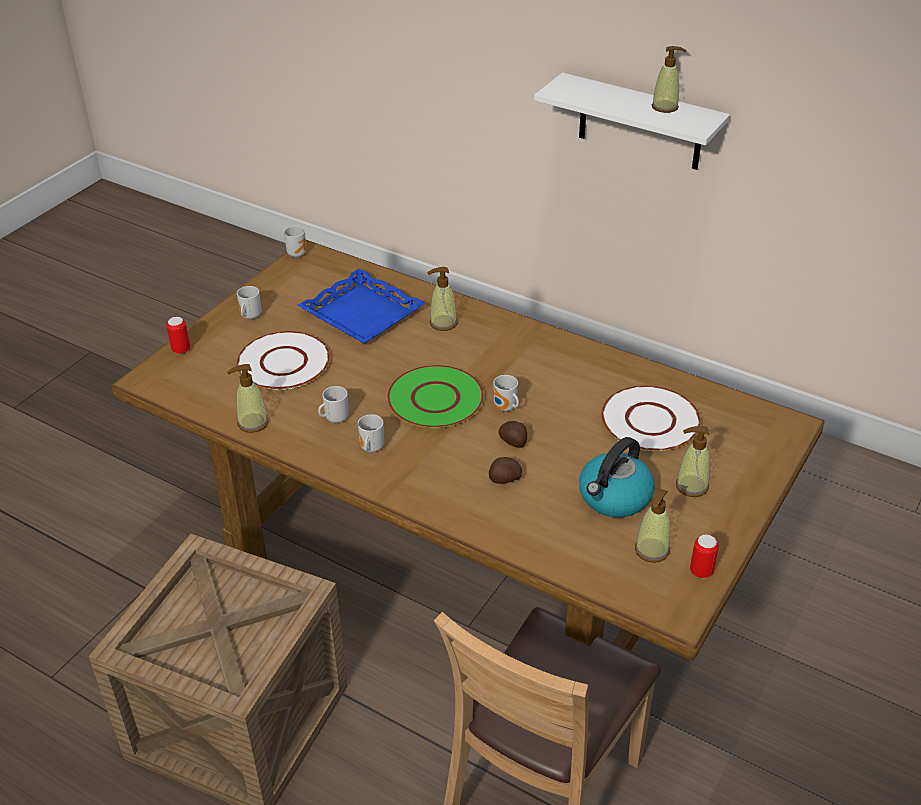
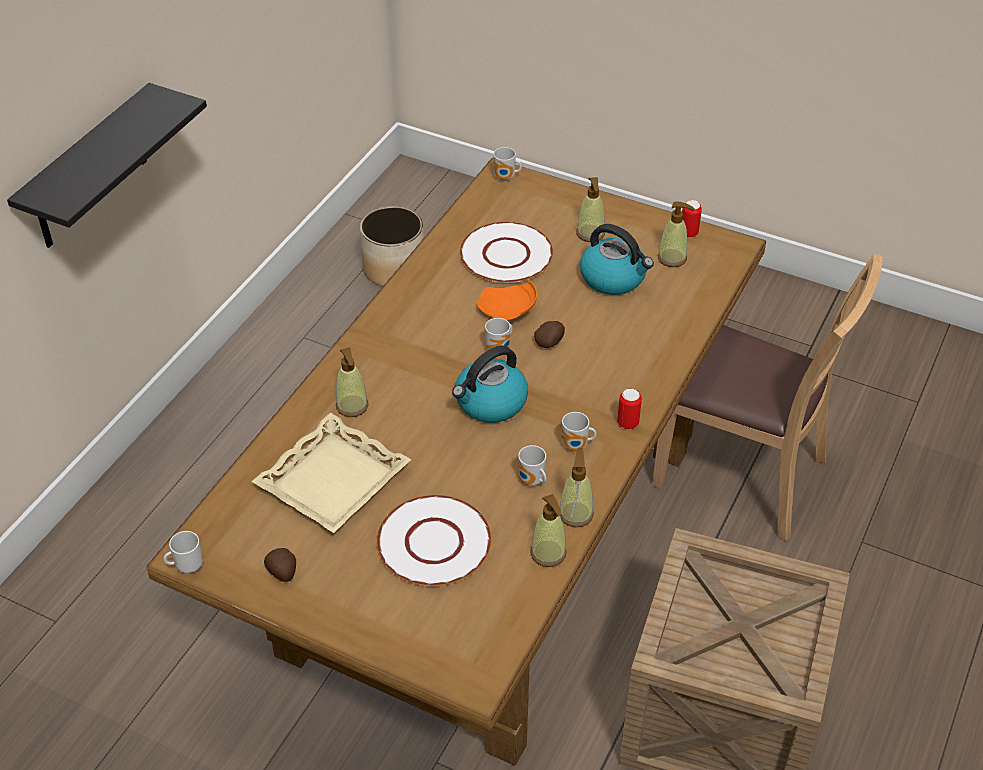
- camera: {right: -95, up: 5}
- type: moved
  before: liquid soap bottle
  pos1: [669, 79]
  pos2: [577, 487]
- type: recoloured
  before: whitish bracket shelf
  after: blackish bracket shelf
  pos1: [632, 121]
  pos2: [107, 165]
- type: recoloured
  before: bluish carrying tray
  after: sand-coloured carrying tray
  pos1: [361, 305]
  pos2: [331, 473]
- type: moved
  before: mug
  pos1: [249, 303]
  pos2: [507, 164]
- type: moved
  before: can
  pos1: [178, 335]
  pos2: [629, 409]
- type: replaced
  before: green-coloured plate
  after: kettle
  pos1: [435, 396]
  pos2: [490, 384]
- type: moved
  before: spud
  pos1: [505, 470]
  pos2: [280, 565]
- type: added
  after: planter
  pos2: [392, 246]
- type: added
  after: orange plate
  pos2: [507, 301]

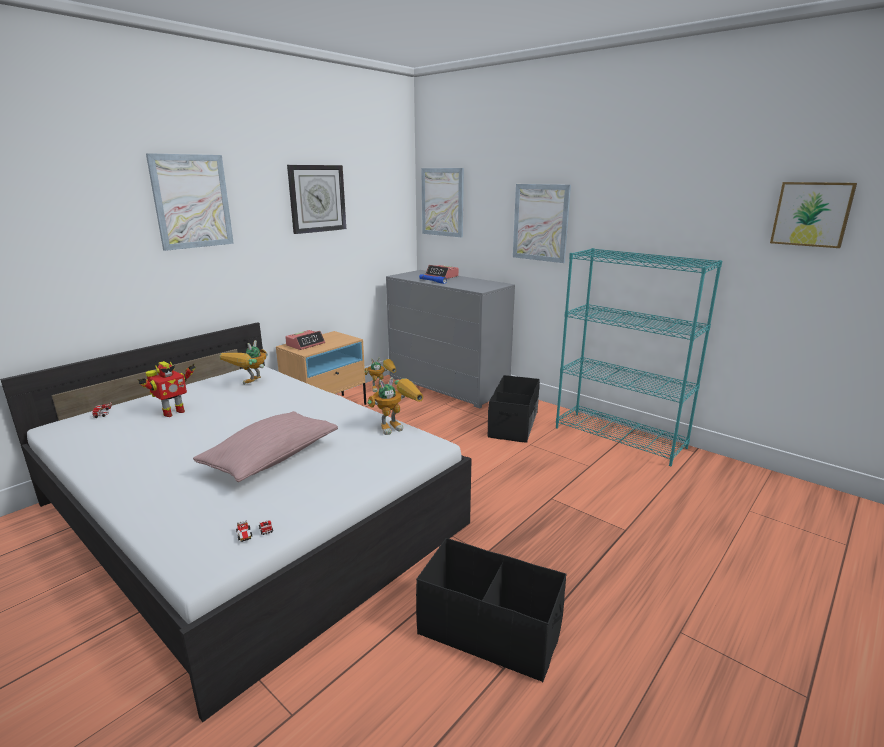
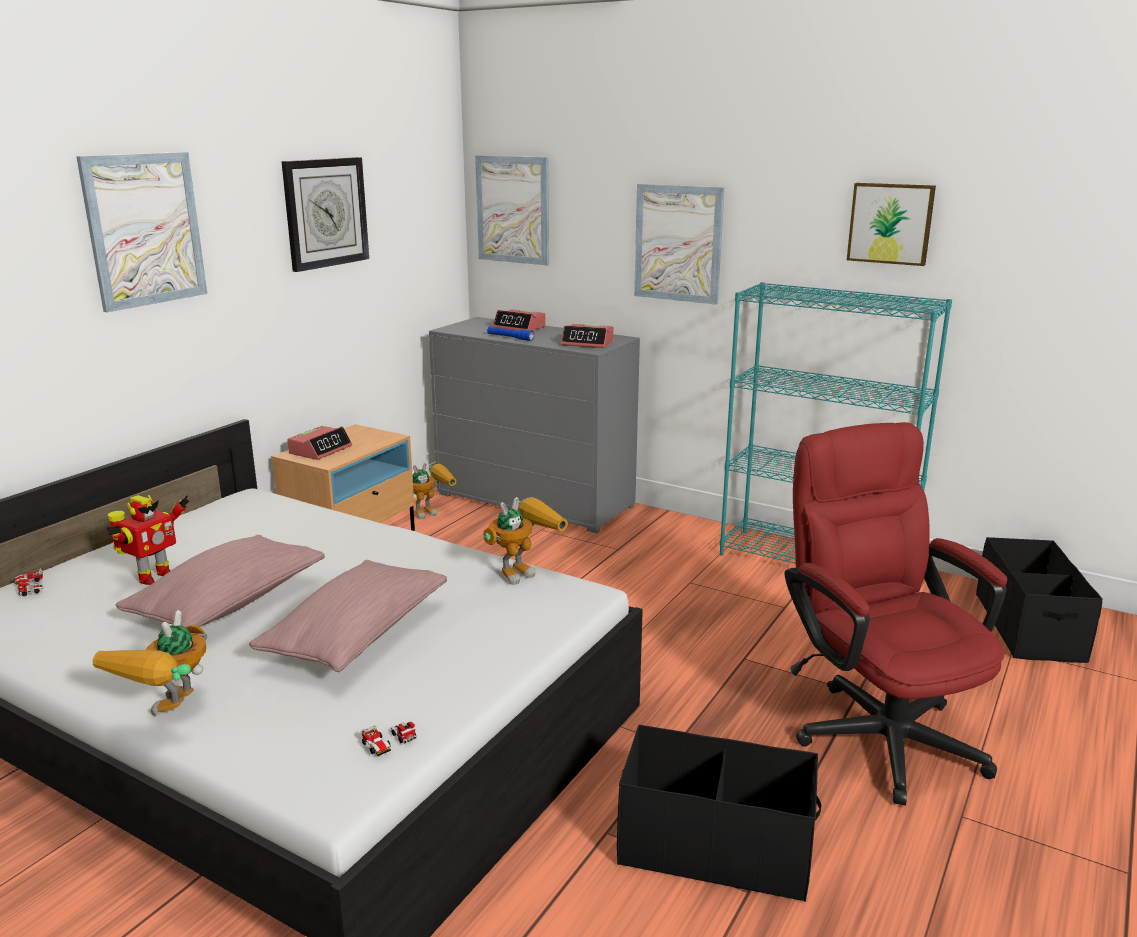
- camera: {right: -10, up: 0}
- type: moved
  before: wall picture
  pos1: [813, 215]
  pos2: [891, 224]
- type: moved
  before: robot figure
  pos1: [244, 362]
  pos2: [150, 663]
- type: moved
  before: blackish storage box
  pos1: [514, 409]
  pos2: [1039, 600]
- type: added
  after: table clock
  pos2: [587, 336]
- type: added
  after: red computer chair
  pos2: [895, 614]
- type: added
  after: pink-coloured throw pillow
  pos2: [220, 581]

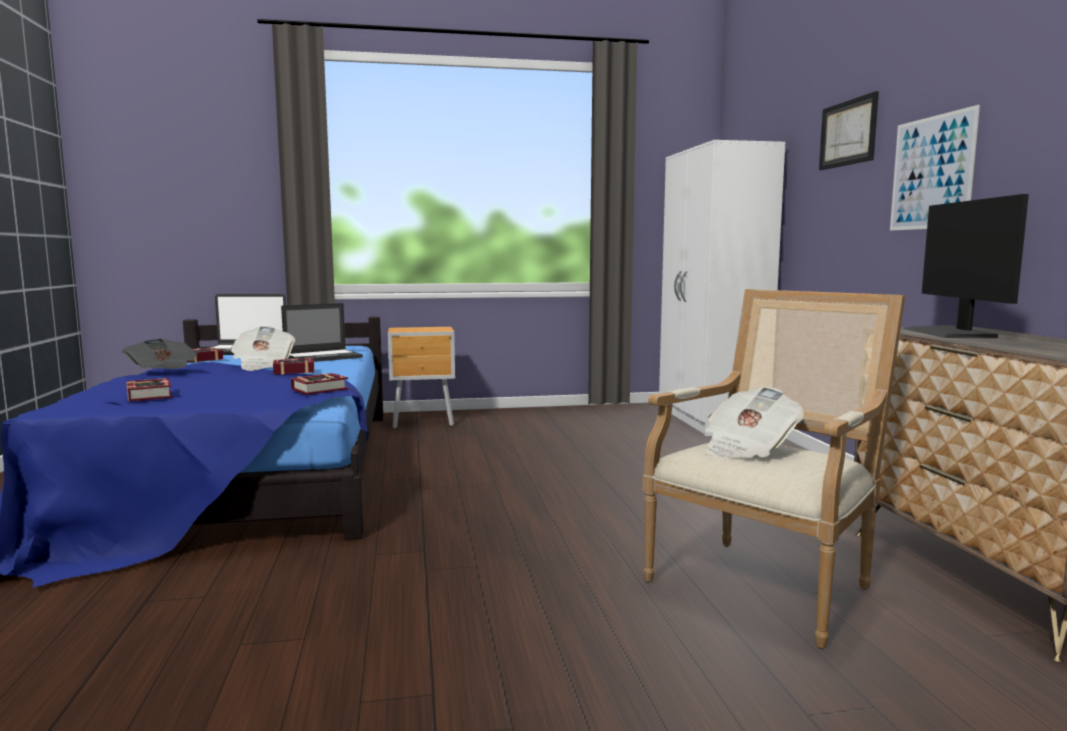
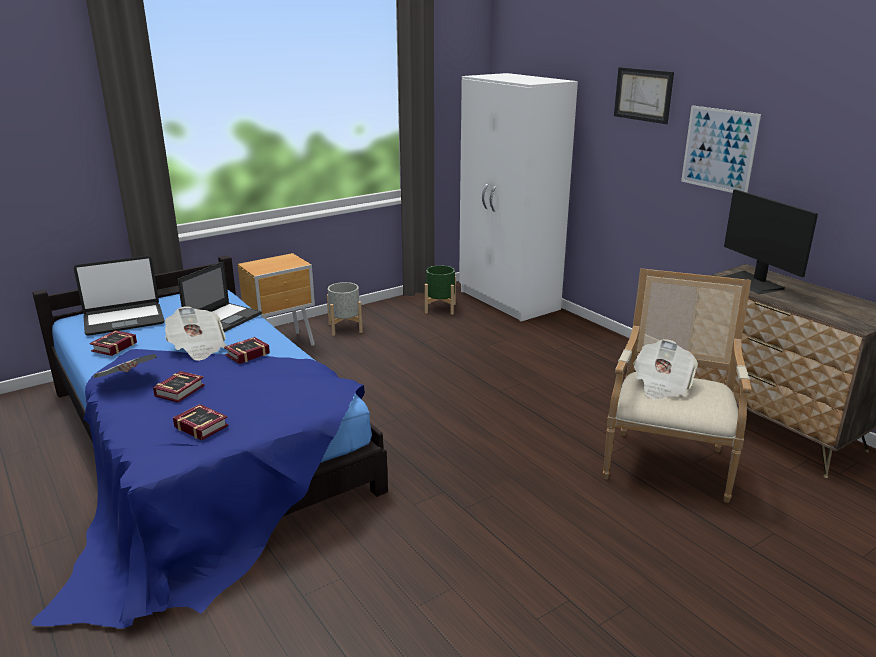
- camera: {right: -25, up: 15}
- type: moved
  before: volume
  pos1: [320, 384]
  pos2: [179, 387]
- type: added
  after: green-coloured planter
  pos2: [440, 290]
- type: added
  after: greyish planter
  pos2: [345, 309]

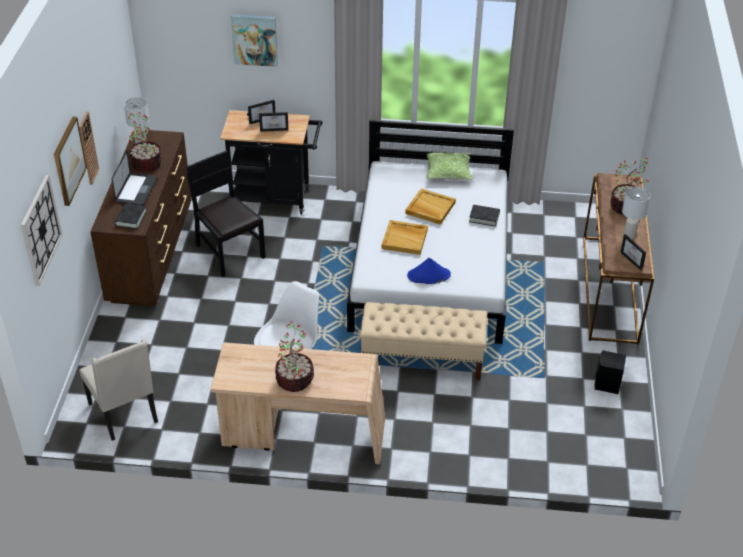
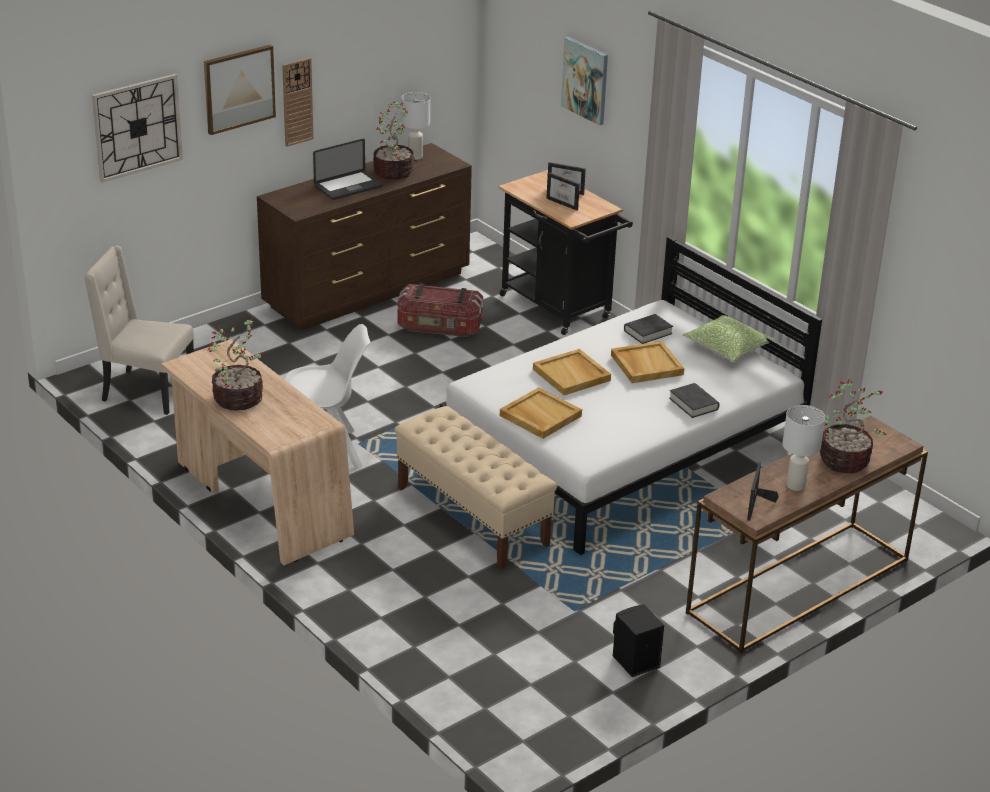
- camera: {right: 45, up: -10}
- type: replaced
  before: blackish chair
  after: storage box
  pos1: [226, 214]
  pos2: [440, 310]
- type: moved
  before: blackish volume
  pos1: [131, 216]
  pos2: [648, 329]
- type: replaced
  before: bluish wearable hat
  after: sand-coloured carrying tray
  pos1: [429, 271]
  pos2: [541, 413]
- type: turned
  before: sand-coloured chair
  pos1: [118, 390]
  pos2: [139, 330]
  turn: 90

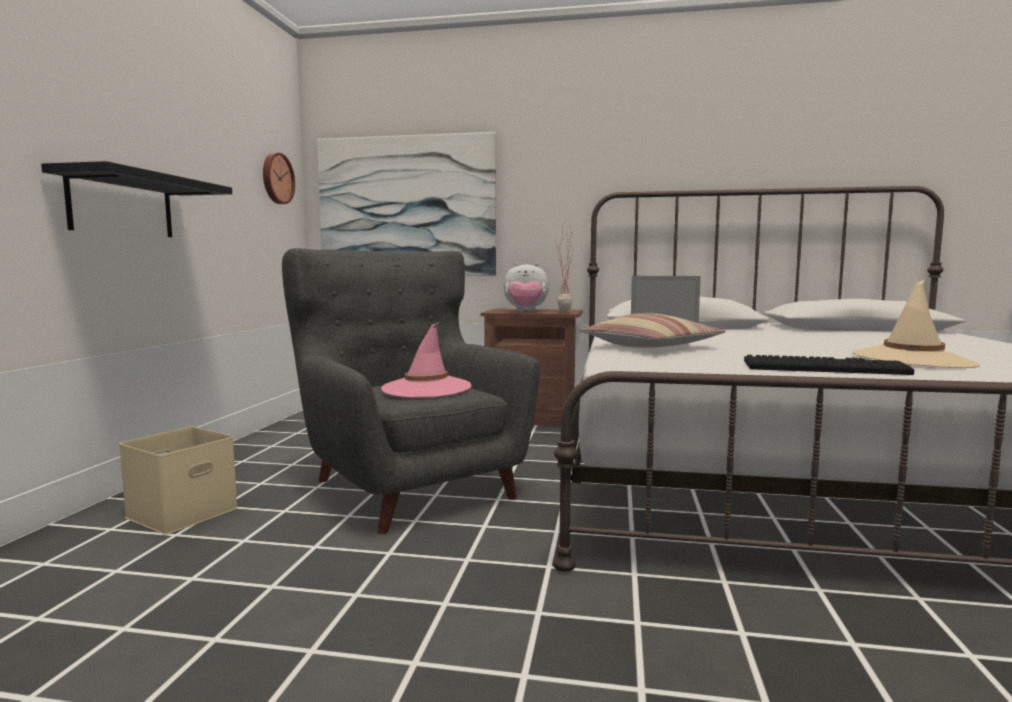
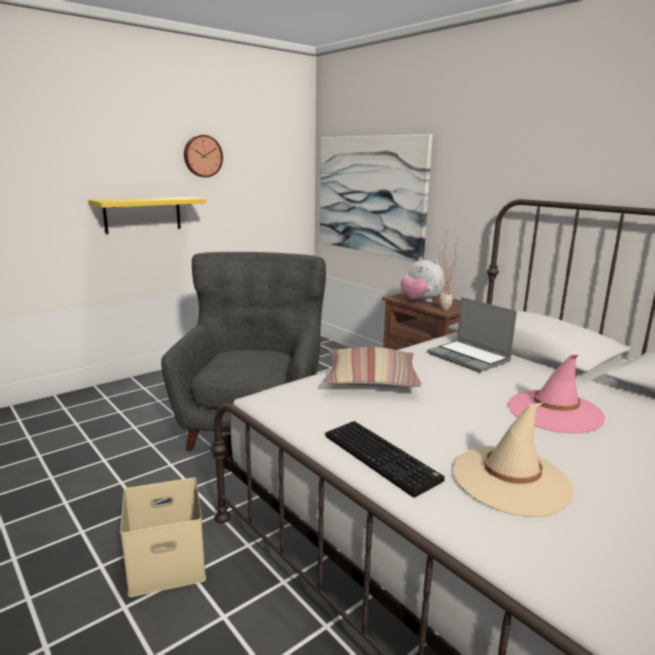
- camera: {right: 40, up: 10}
- type: moved
  before: hanging clock
  pos1: [279, 178]
  pos2: [203, 156]
- type: recoloured
  before: blackish bracket shelf
  after: yellow bracket shelf
  pos1: [136, 199]
  pos2: [147, 215]
- type: moved
  before: pink-coloured wearable hat
  pos1: [426, 360]
  pos2: [556, 394]
- type: moved
  before: sand-coloured storage box
  pos1: [178, 481]
  pos2: [163, 537]

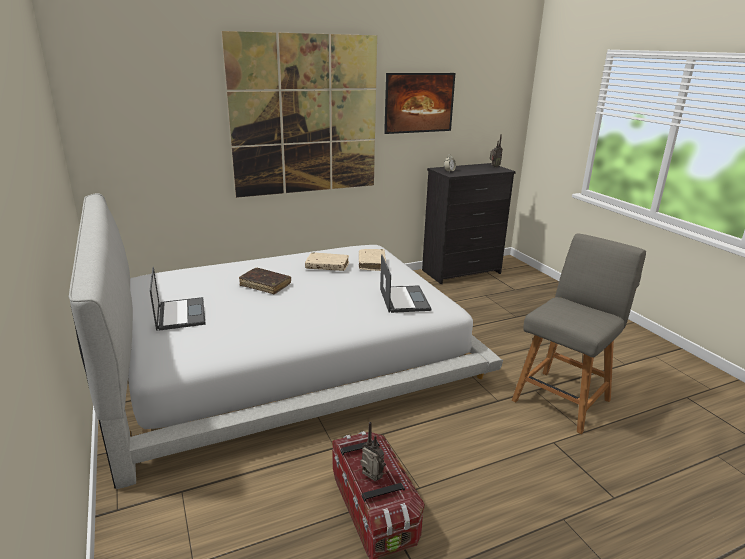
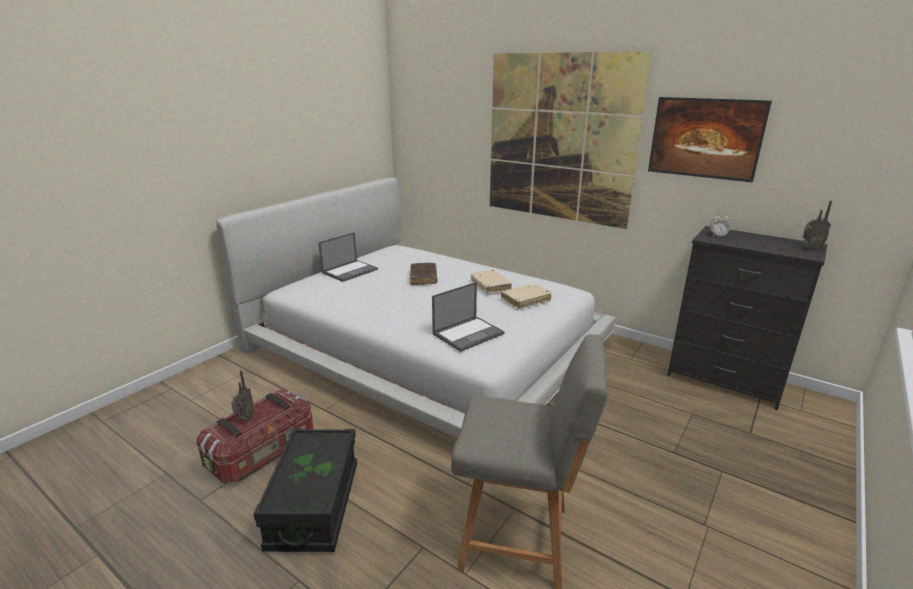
- camera: {right: 60, up: 0}
- type: added
  after: blackish storage box
  pos2: [305, 490]

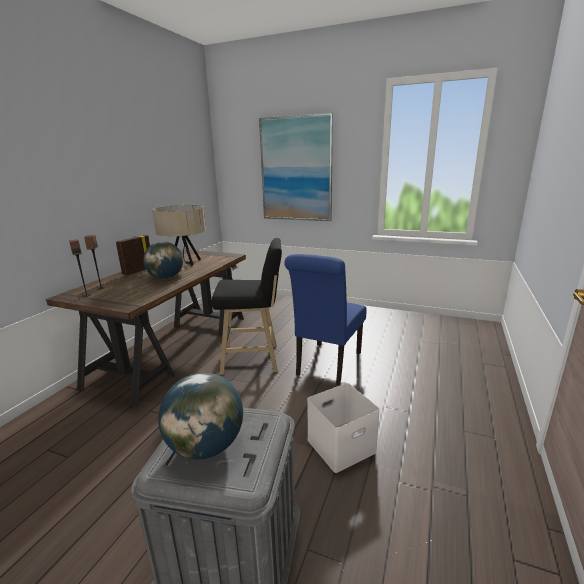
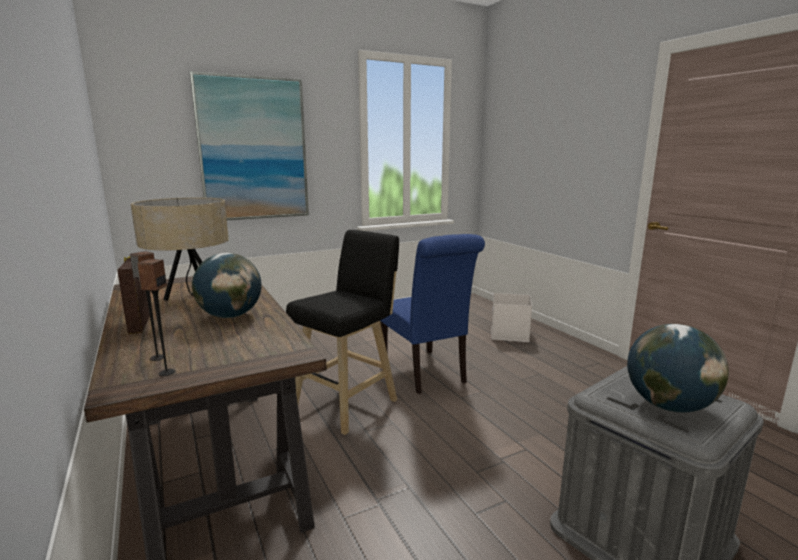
- camera: {right: -50, up: -5}
- type: moved
  before: whitish storage box
  pos1: [343, 428]
  pos2: [511, 317]

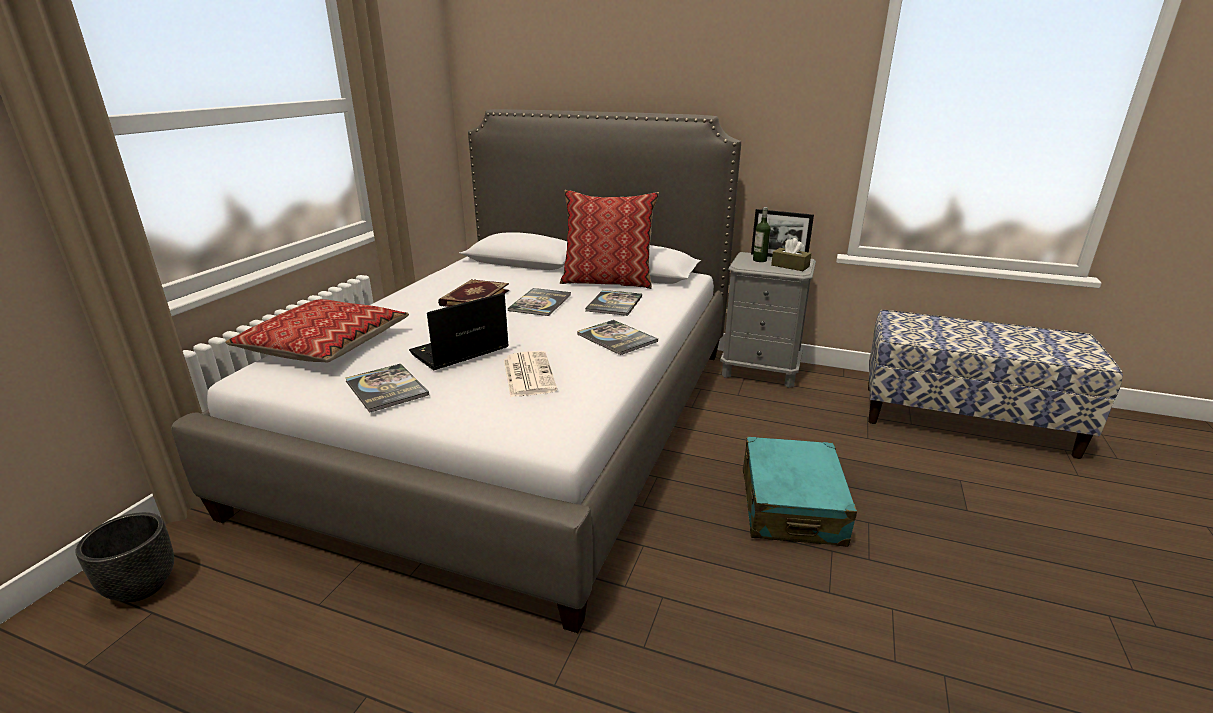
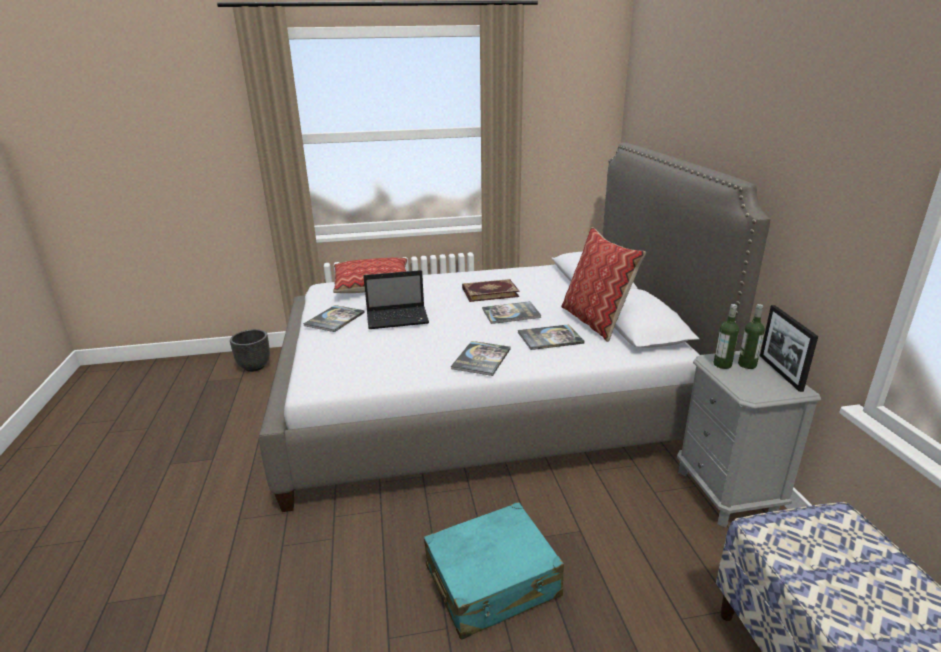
- camera: {right: 60, up: 0}
- type: removed
  before: brown-coloured tissue holder
  pos1: [791, 254]
- type: turned
  before: laptop
  pos1: [459, 331]
  pos2: [396, 299]
  turn: 150
- type: removed
  before: daily paper
  pos1: [531, 374]
- type: added
  after: drink bottle
  pos2: [726, 336]

